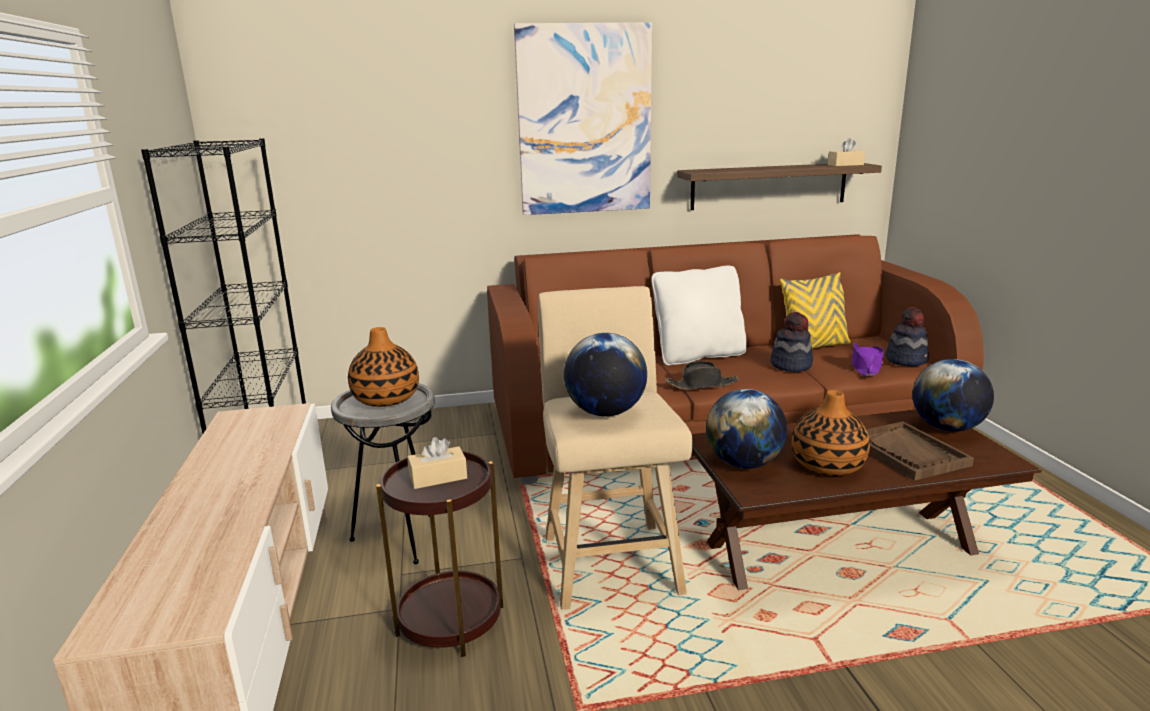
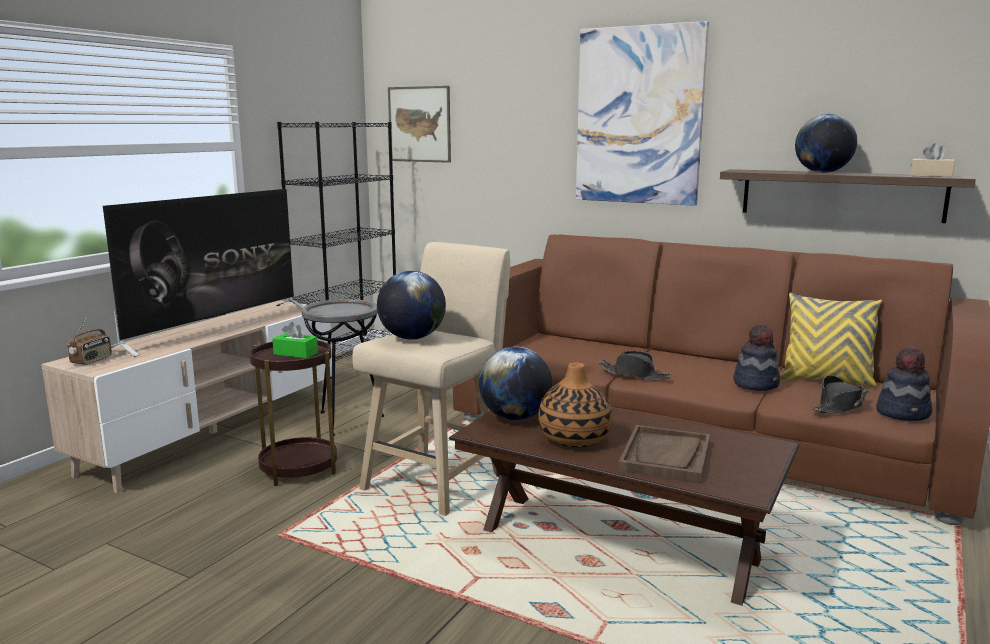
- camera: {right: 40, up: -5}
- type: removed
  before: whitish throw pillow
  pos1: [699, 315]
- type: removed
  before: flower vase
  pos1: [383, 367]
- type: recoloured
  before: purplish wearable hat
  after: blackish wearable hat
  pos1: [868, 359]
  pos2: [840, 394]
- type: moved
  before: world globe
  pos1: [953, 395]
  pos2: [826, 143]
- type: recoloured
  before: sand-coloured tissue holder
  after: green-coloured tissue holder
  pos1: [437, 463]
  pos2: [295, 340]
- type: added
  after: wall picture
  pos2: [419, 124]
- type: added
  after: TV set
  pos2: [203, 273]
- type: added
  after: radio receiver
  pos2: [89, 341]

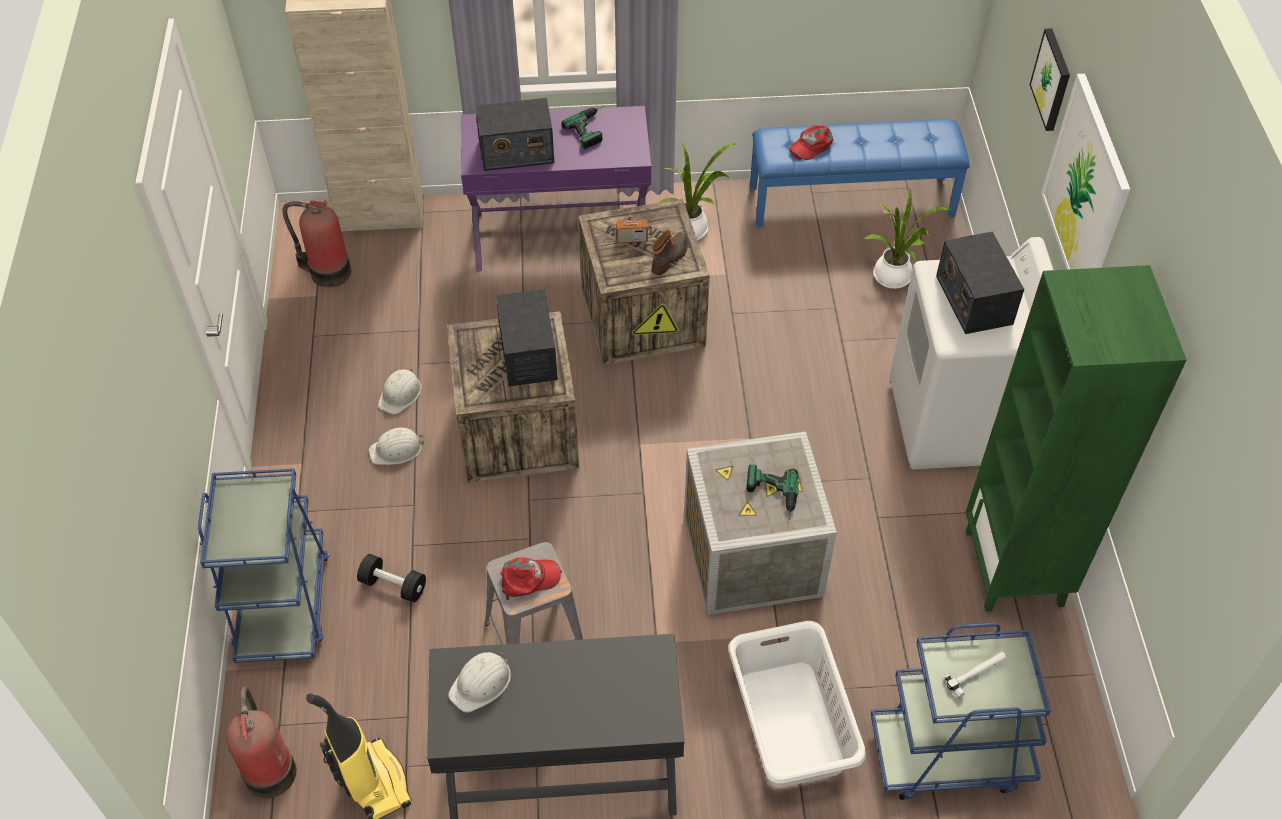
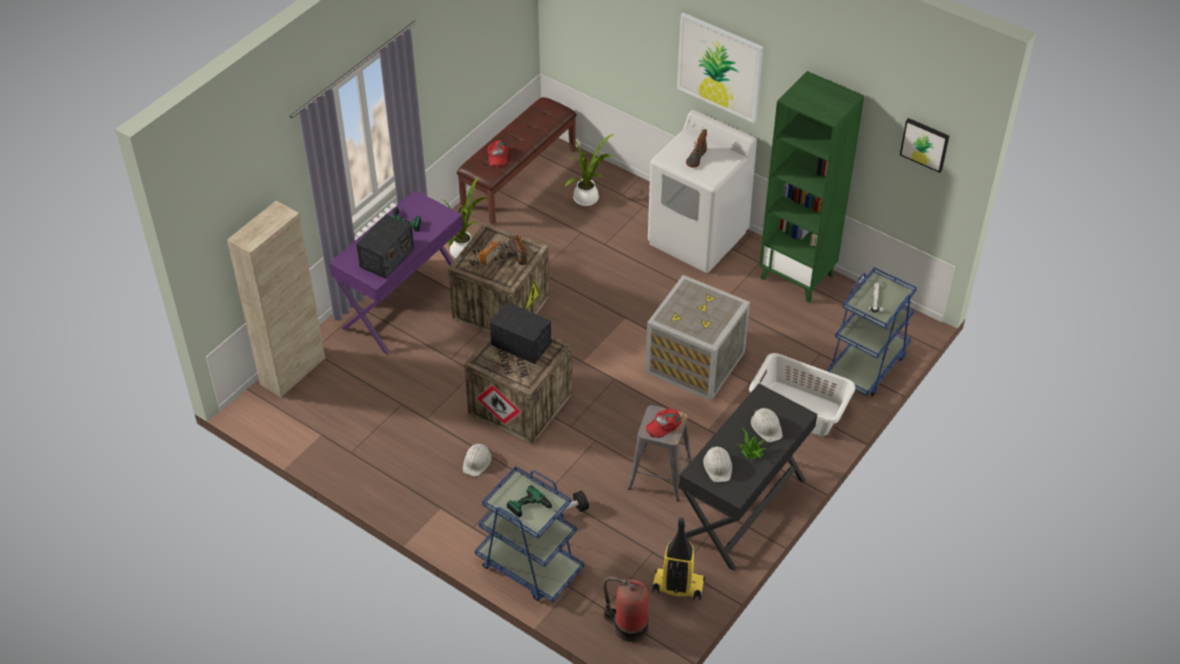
- camera: {right: -50, up: -5}
- type: moved
  before: wall picture
  pos1: [1050, 79]
  pos2: [924, 145]
- type: recoloured
  before: bluish bench
  after: brown-coloured bench
  pos1: [859, 173]
  pos2: [517, 161]
- type: removed
  before: extinguisher
  pos1: [316, 243]
- type: replaced
  before: radio receiver
  after: boot
  pos1: [980, 282]
  pos2: [696, 148]
- type: moved
  before: whitish work helmet
  pos1: [400, 392]
  pos2: [767, 425]
- type: moved
  before: electric drill
  pos1: [772, 493]
  pos2: [531, 501]
- type: turned
  before: red baseball cap
  pos1: [531, 578]
  pos2: [663, 423]
  turn: -150
- type: added
  after: plant in a pot
  pos2: [751, 444]

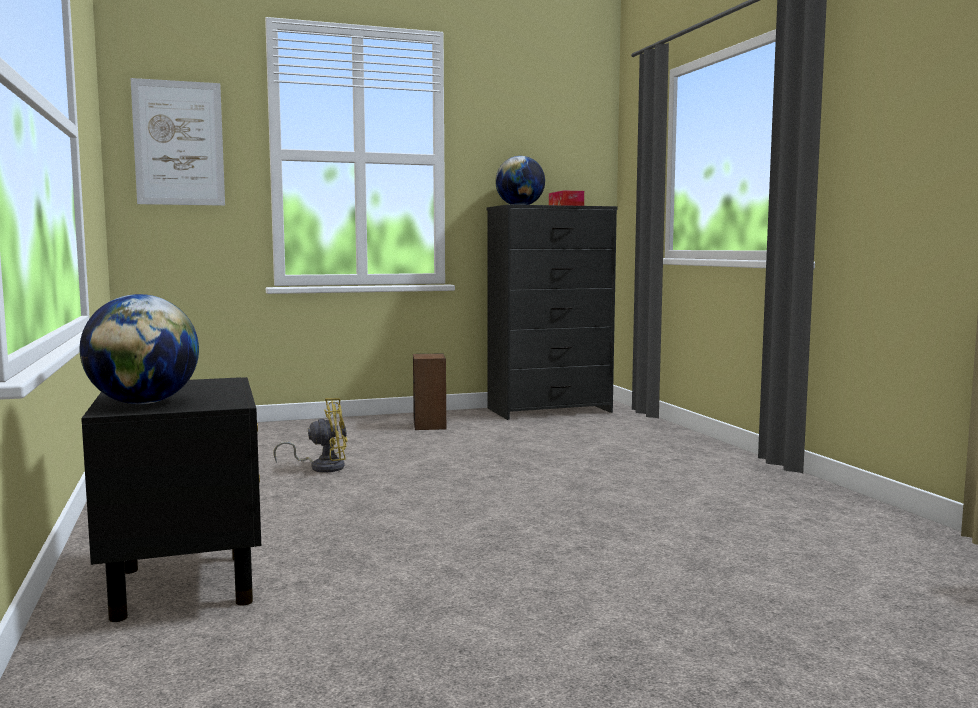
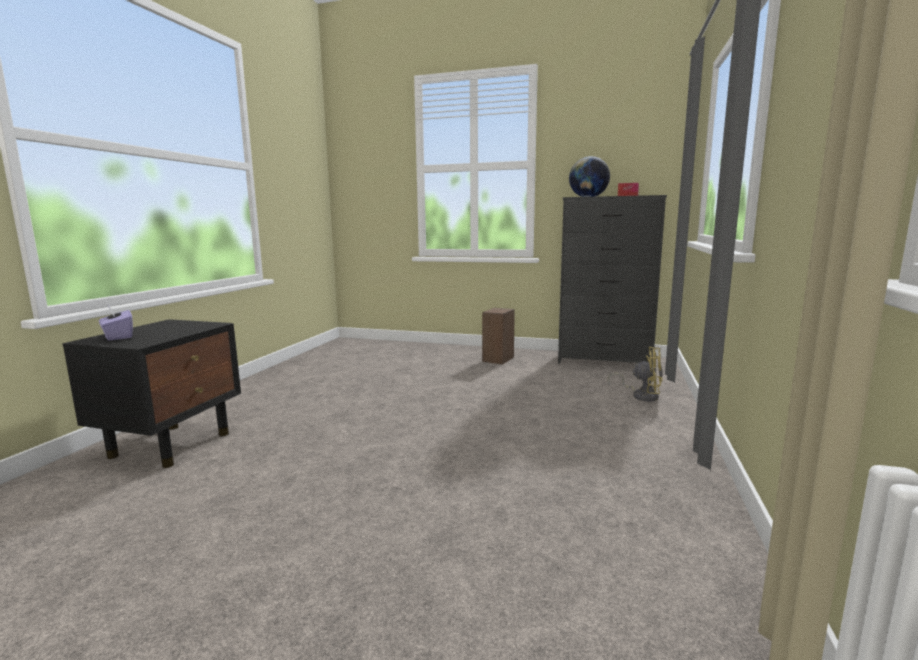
- camera: {right: 35, up: 5}
- type: removed
  before: wall picture
  pos1: [178, 142]
- type: replaced
  before: world globe
  after: purplish tissue holder
  pos1: [139, 349]
  pos2: [116, 322]
- type: moved
  before: yellow electric fan
  pos1: [310, 435]
  pos2: [635, 374]

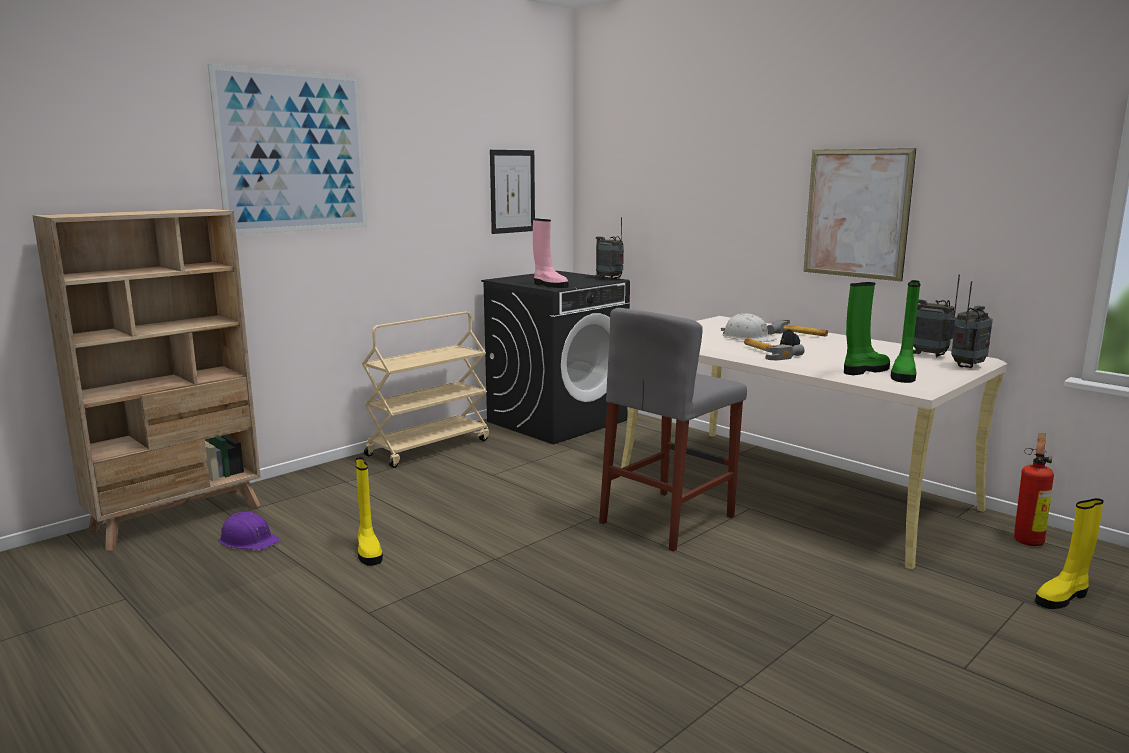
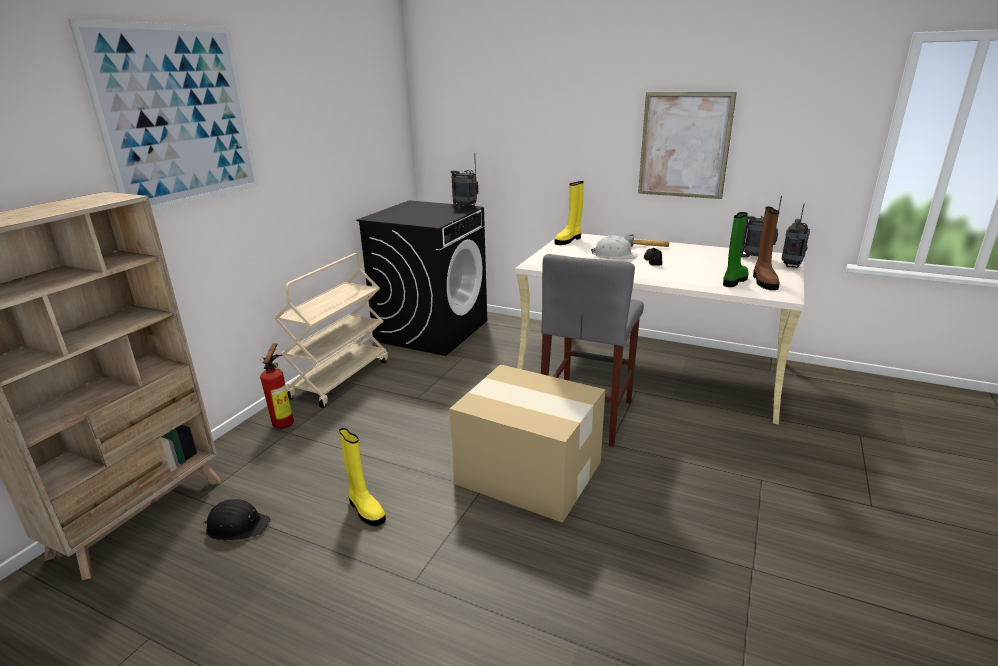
- camera: {right: -20, up: 10}
- type: removed
  before: wall picture
  pos1: [512, 192]
- type: removed
  before: pink-coloured boot
  pos1: [551, 253]
- type: recoloured
  before: green-coloured boot
  after: brown-coloured boot
  pos1: [905, 331]
  pos2: [766, 248]
- type: removed
  before: tool hammer
  pos1: [774, 349]
- type: moved
  before: extinguisher
  pos1: [1034, 489]
  pos2: [277, 386]
- type: moved
  before: yellow boot
  pos1: [1069, 553]
  pos2: [569, 213]
- type: recoloured
  before: purplish work helmet
  after: blackish work helmet
  pos1: [249, 531]
  pos2: [236, 519]
- type: added
  after: carton
  pos2: [527, 443]

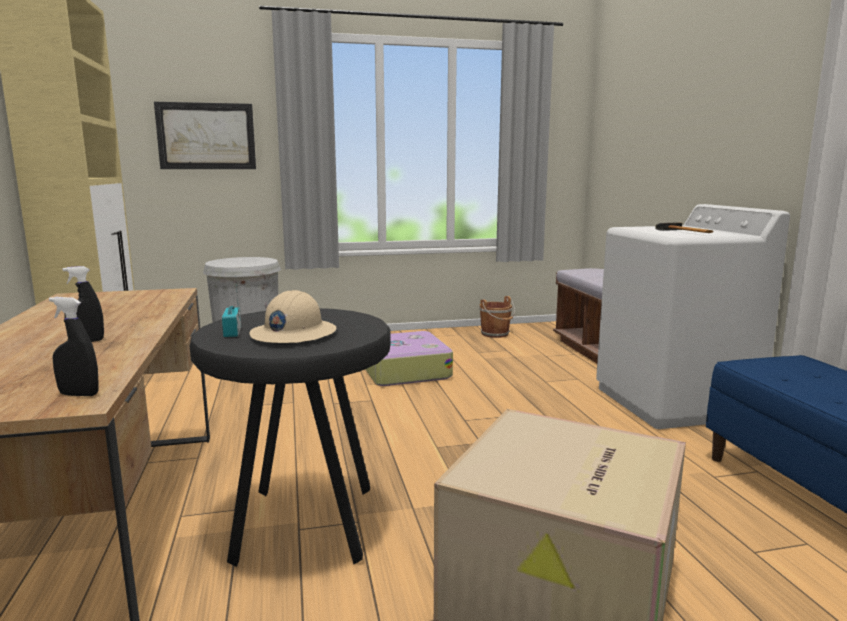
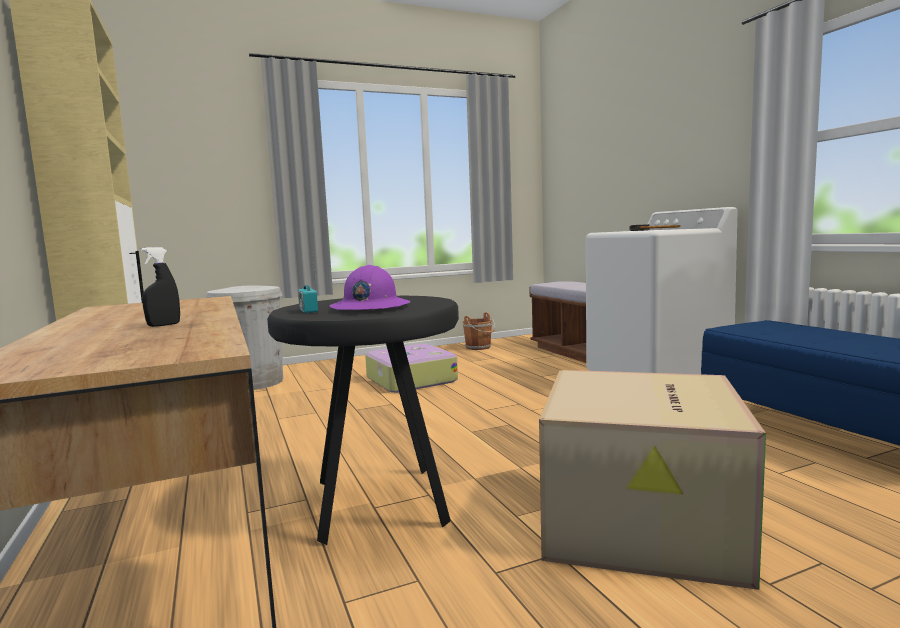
- camera: {right: -10, up: -5}
- type: removed
  before: wall picture
  pos1: [205, 135]
- type: recoloured
  before: sand-coloured work helmet
  after: purplish work helmet
  pos1: [293, 316]
  pos2: [369, 287]
- type: removed
  before: blackish hand sprayer
  pos1: [74, 346]

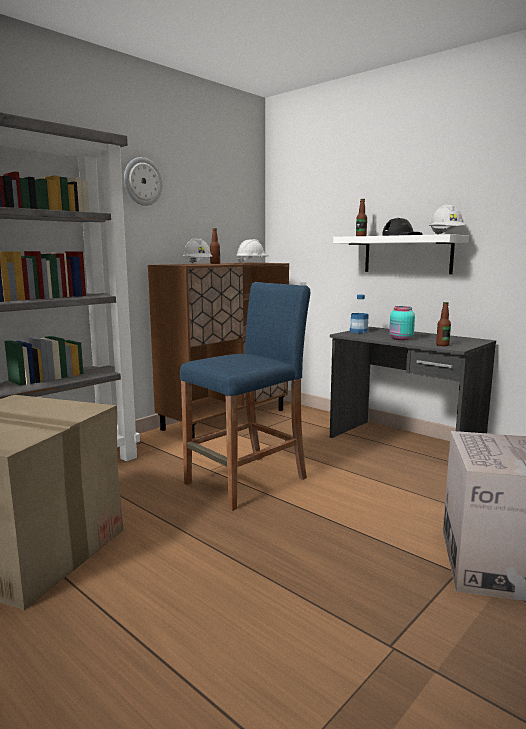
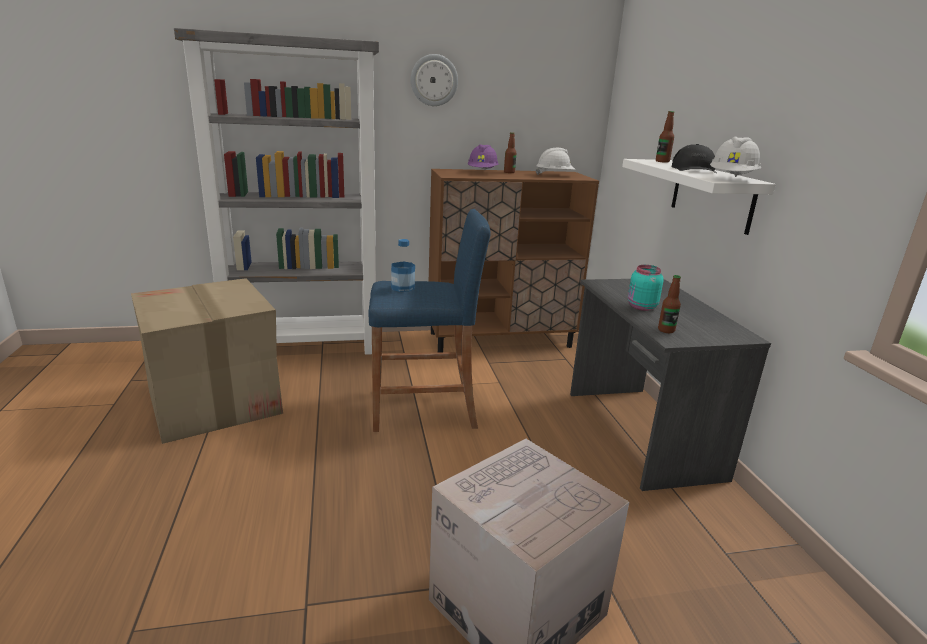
- camera: {right: 35, up: 10}
- type: recoloured
  before: whitish work helmet
  after: purplish work helmet
  pos1: [197, 251]
  pos2: [483, 157]
- type: moved
  before: drink bottle
  pos1: [359, 313]
  pos2: [403, 265]

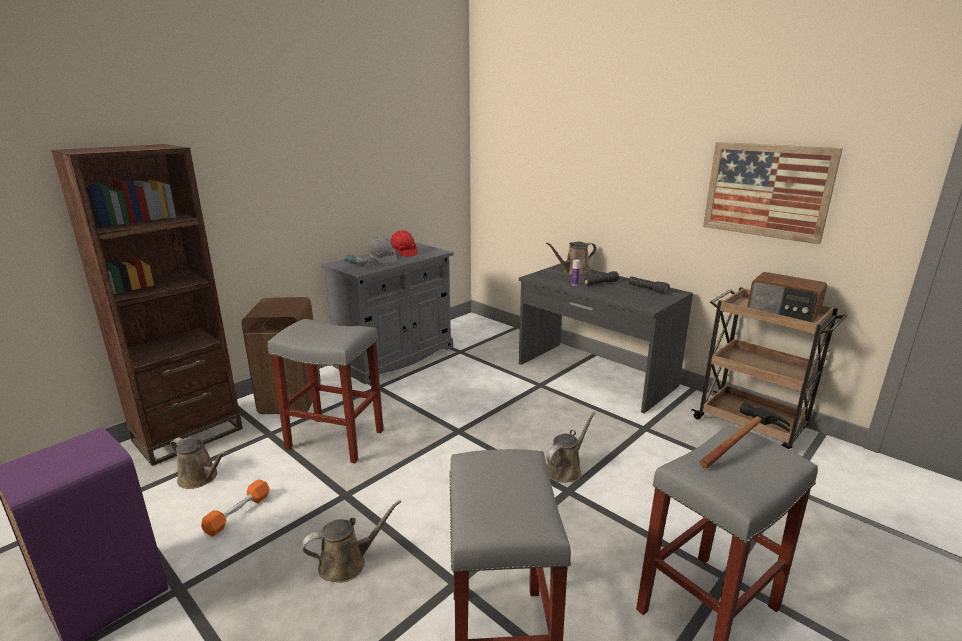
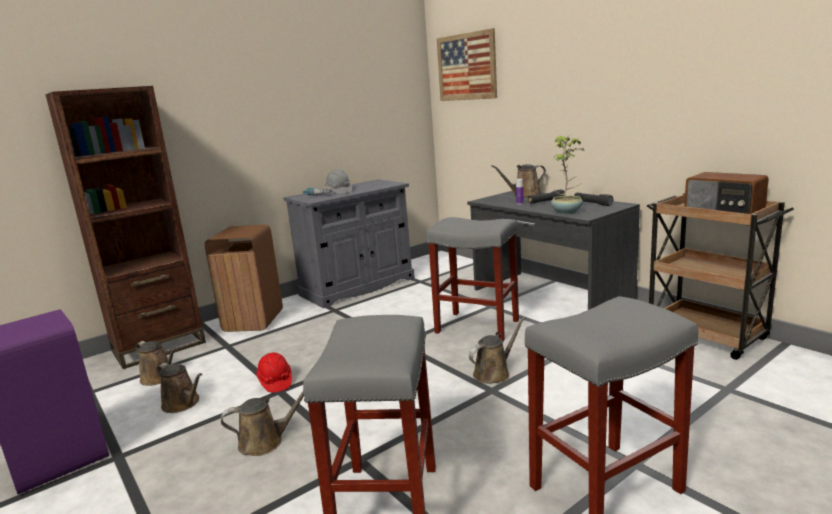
- camera: {right: 10, up: -5}
- type: moved
  before: wall picture
  pos1: [773, 193]
  pos2: [467, 64]
- type: moved
  before: red work helmet
  pos1: [404, 243]
  pos2: [274, 373]
- type: moved
  before: greyish stool
  pos1: [326, 391]
  pos2: [472, 279]
- type: removed
  before: tool hammer
  pos1: [745, 435]
- type: replaced
  before: orange free weight
  after: brown-coloured watering can
  pos1: [235, 508]
  pos2: [179, 388]
- type: added
  after: plant in a pot
  pos2: [567, 174]

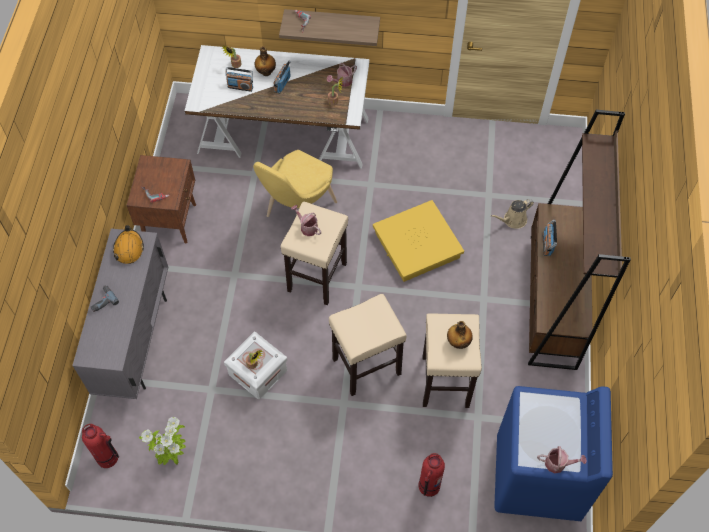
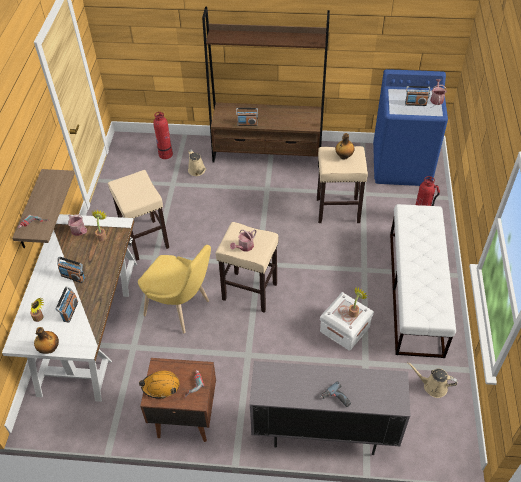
- camera: {right: -90, up: -10}
- type: moved
  before: drink bottle
  pos1: [265, 61]
  pos2: [46, 340]
- type: removed
  before: yellow storage box
  pos1: [418, 241]
- type: moved
  before: orange work helmet
  pos1: [128, 244]
  pos2: [159, 385]
- type: moved
  before: sand-coloured stool
  pos1: [368, 345]
  pos2: [138, 215]
- type: replaced
  before: plant in a pot
  after: sand-coloured watering can
  pos1: [162, 441]
  pos2: [432, 380]
- type: moved
  before: extinguisher
  pos1: [100, 446]
  pos2: [163, 135]
- type: added
  after: radio receiver
  pos2: [417, 96]
- type: added
  after: whitish bench
  pos2: [423, 281]

